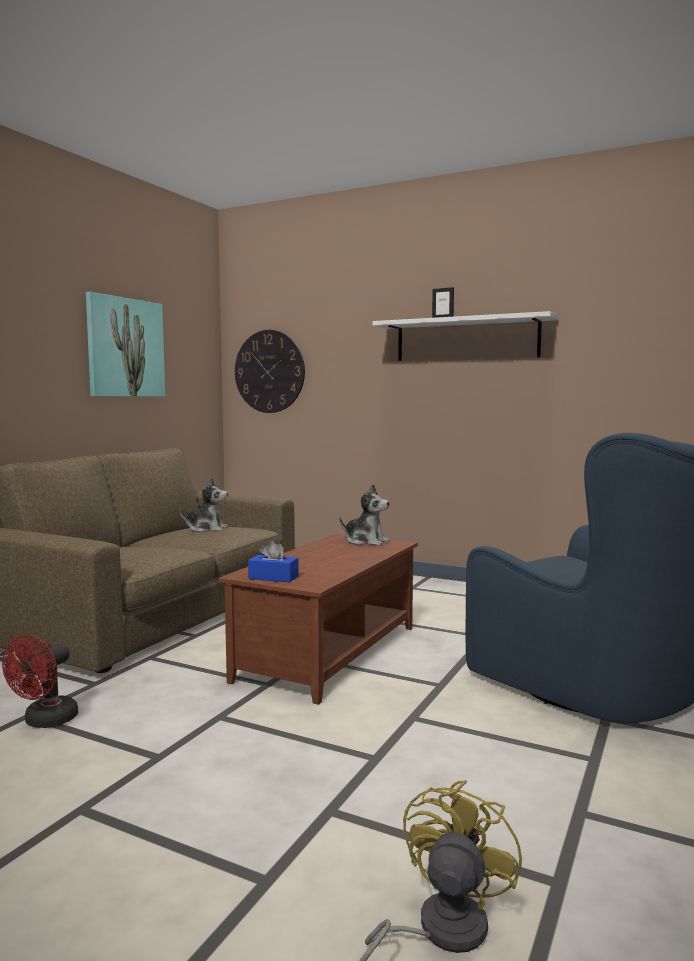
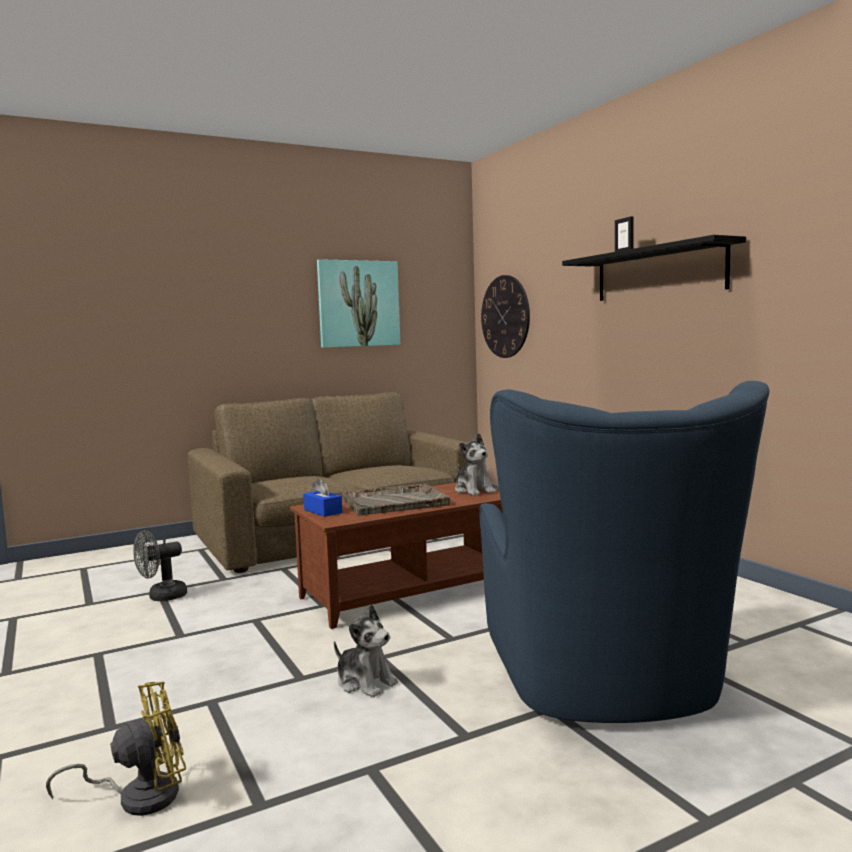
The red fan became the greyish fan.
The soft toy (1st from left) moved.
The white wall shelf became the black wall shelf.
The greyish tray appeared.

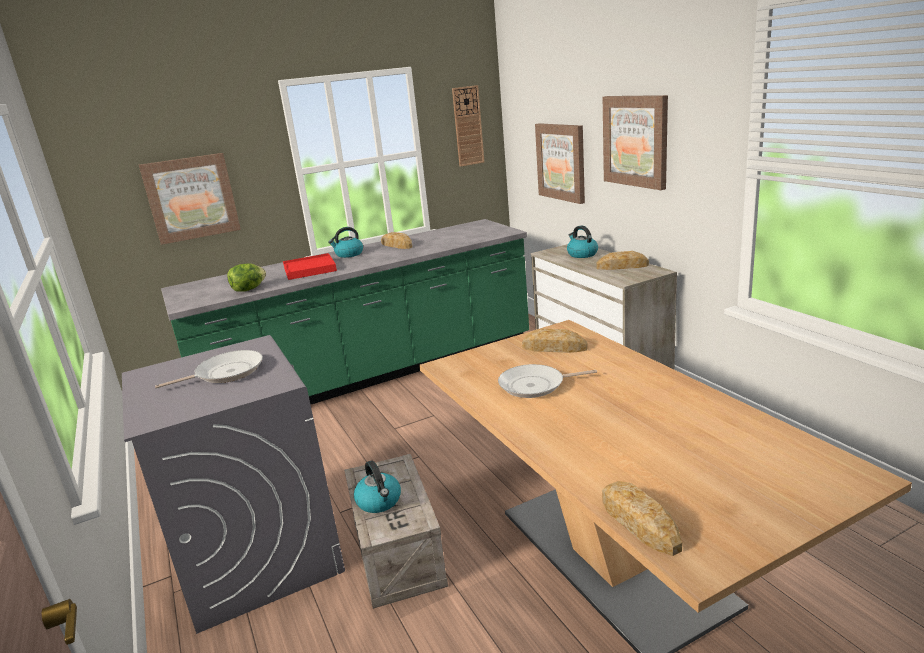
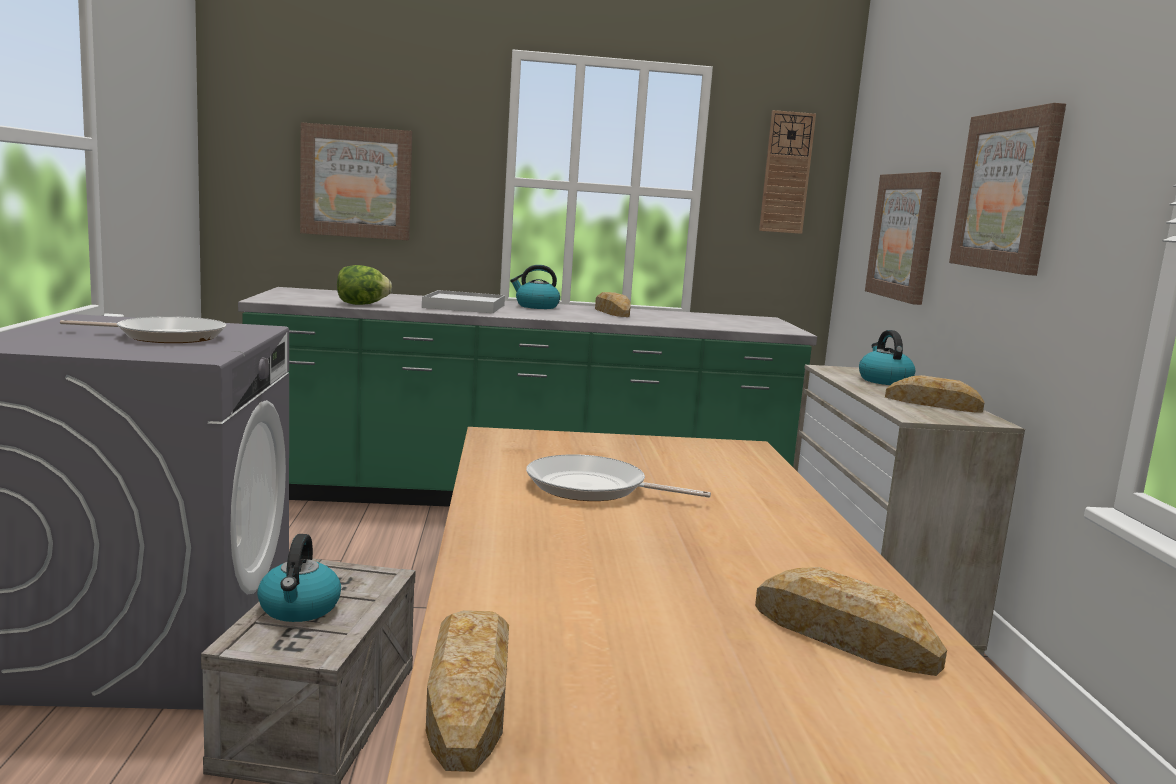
The red tray became the white tray.
The bread (2nd from left in the first image) moved.

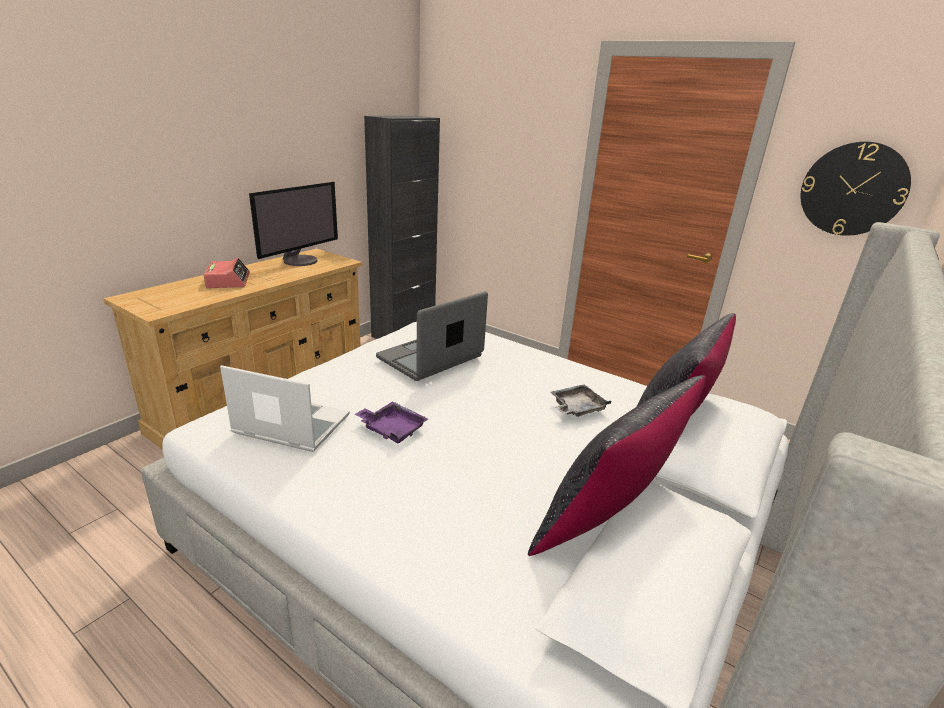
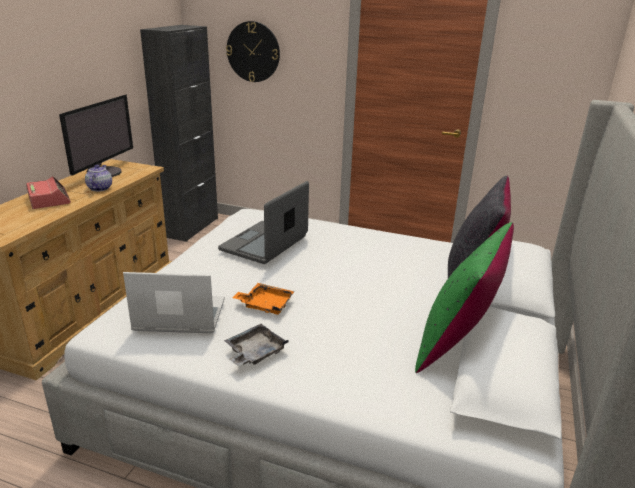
The purple tray became the orange tray.
The black throw pillow (1st from left) became the green-coloured throw pillow.
The greyish tray moved.
The hanging clock moved.
The pot for tea appeared.

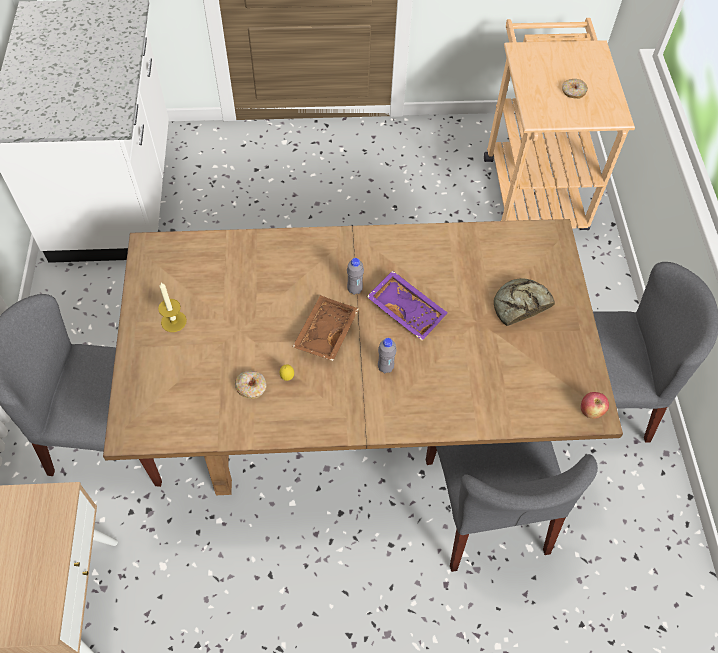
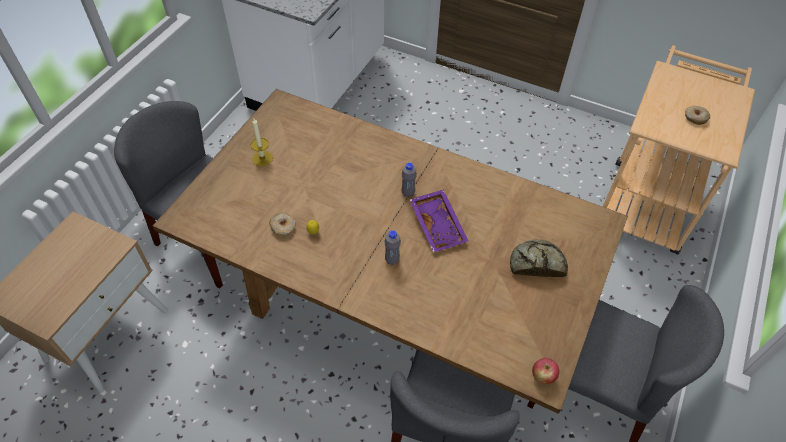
The brownish tray disappeared.

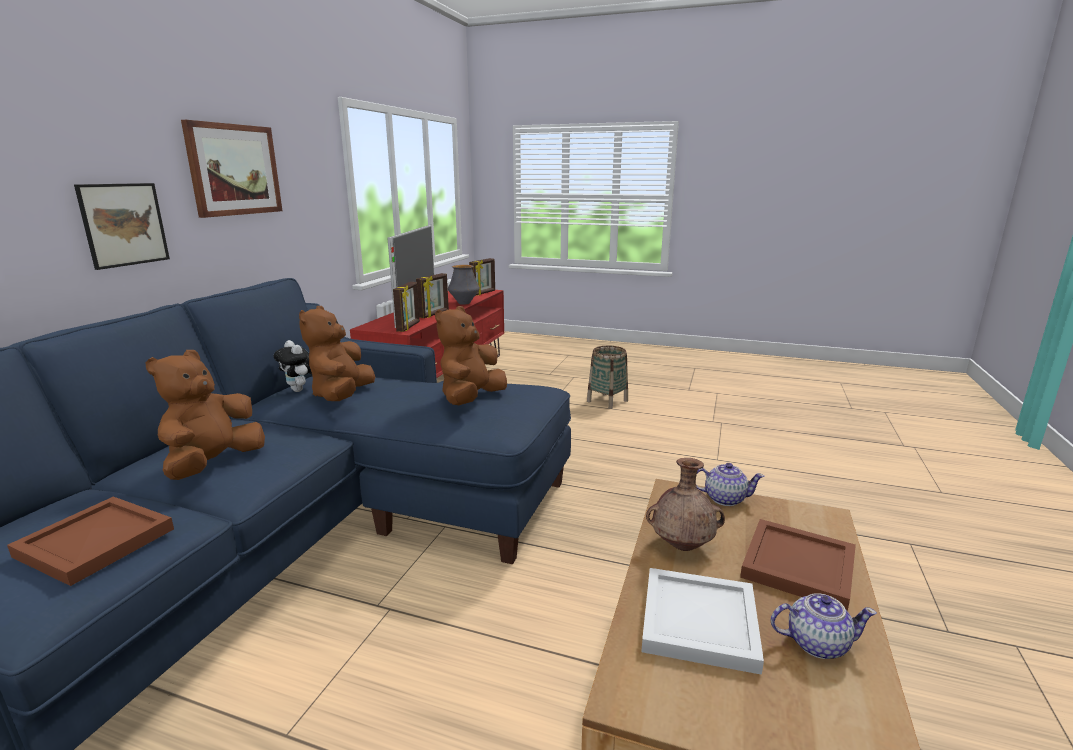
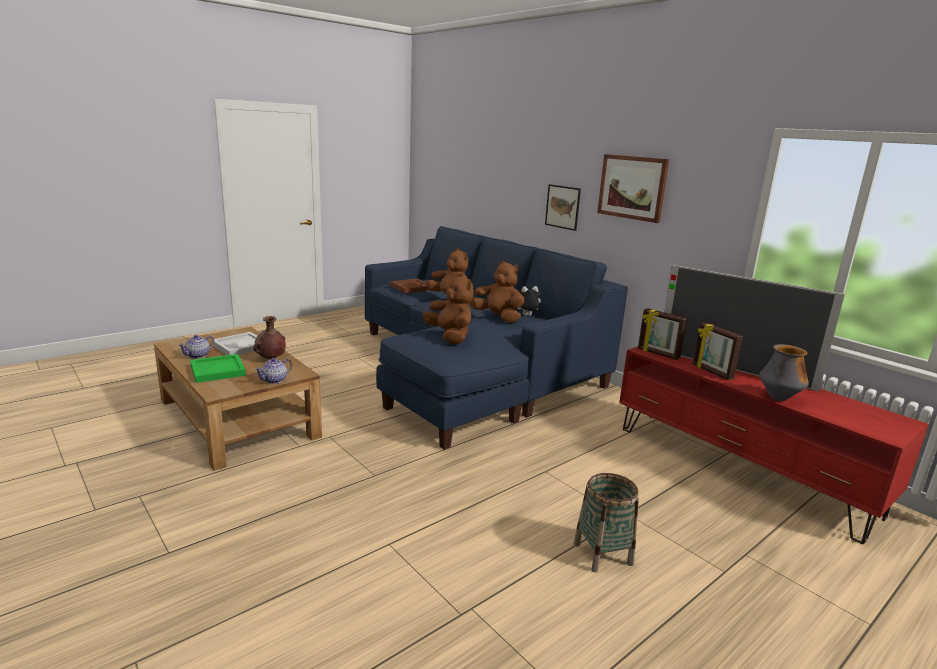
The photo frame (3rd from left) disappeared.
The brownish tray (2nd from left) became the green-coloured tray.

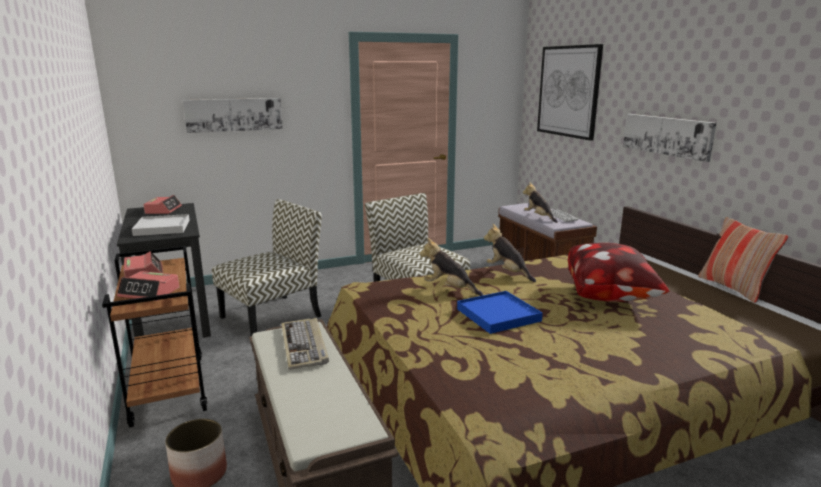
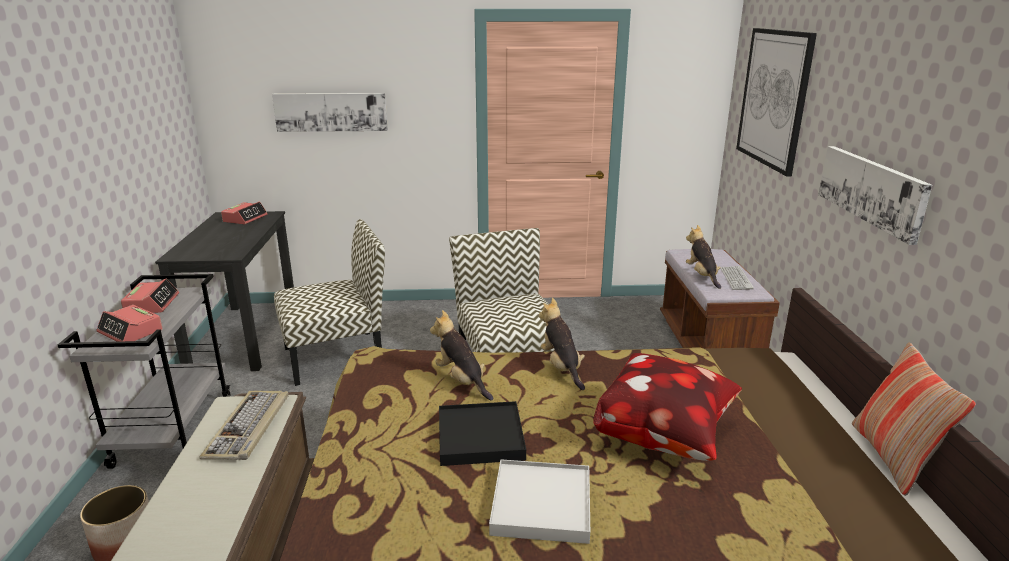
The brownish cart became the greyish cart.
The white tray moved.
The bluish tray became the black tray.

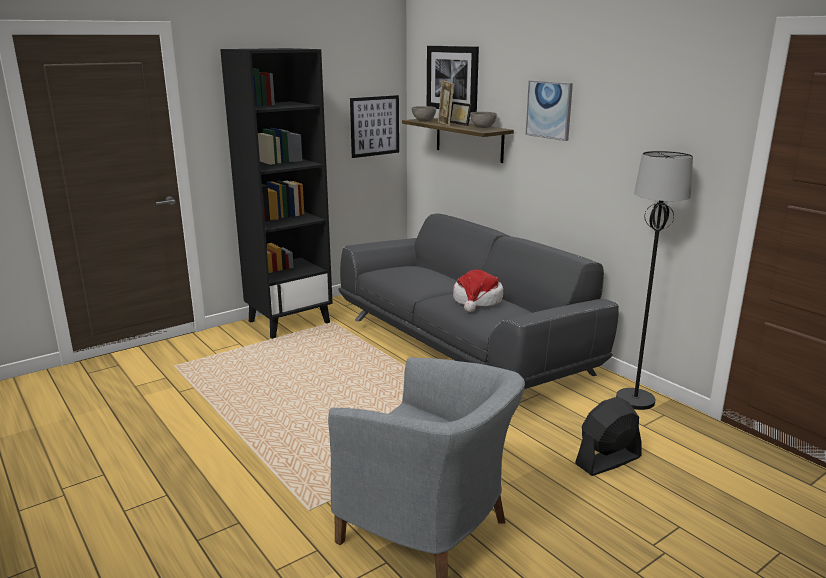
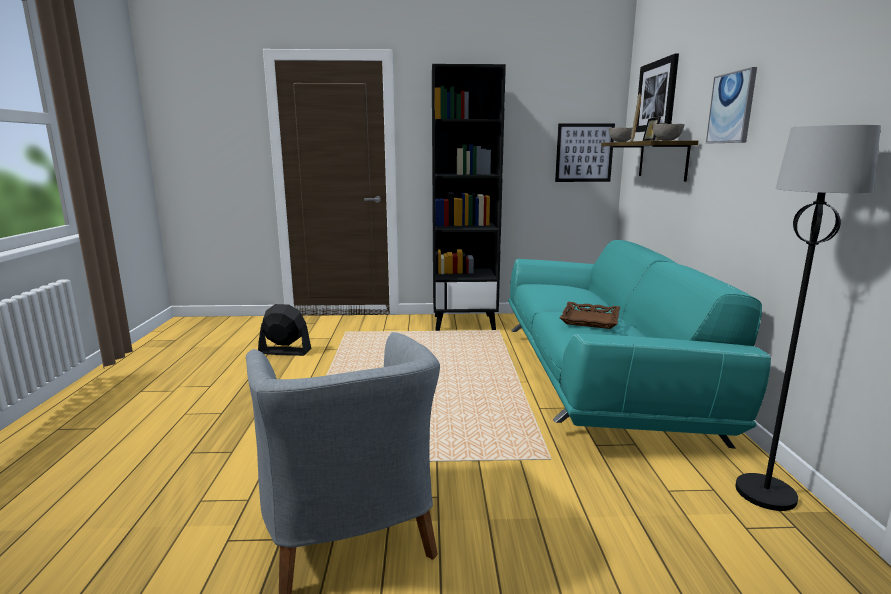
The greyish settee became the blue-green settee.
The clothing hat was replaced by the brownish tray.
The black fan moved.

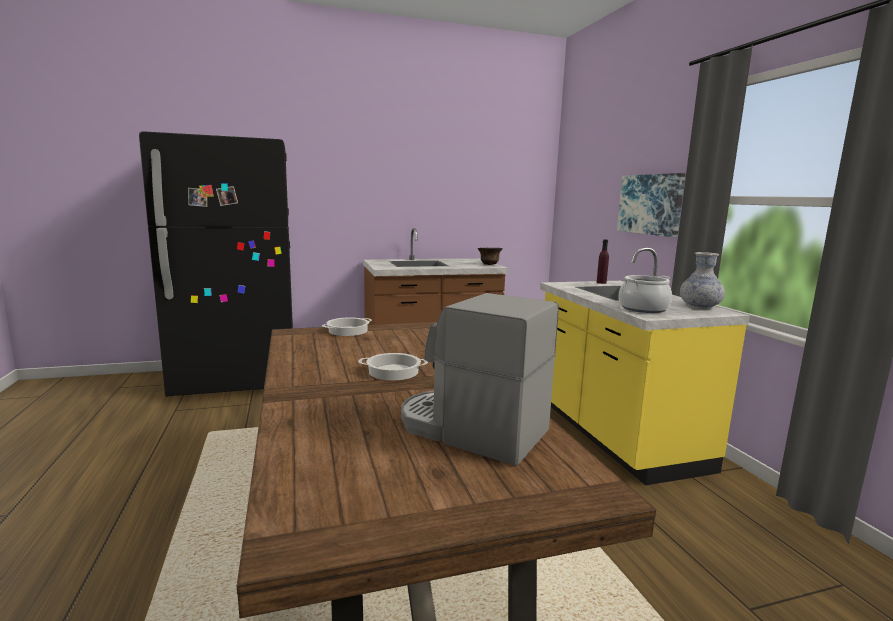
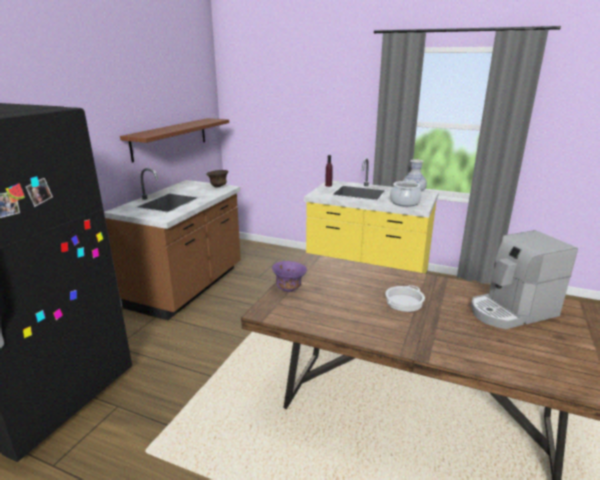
The saucepot (1st from left) was replaced by the purple bowl.
The picture disappeared.
The brownish wall shelf appeared.

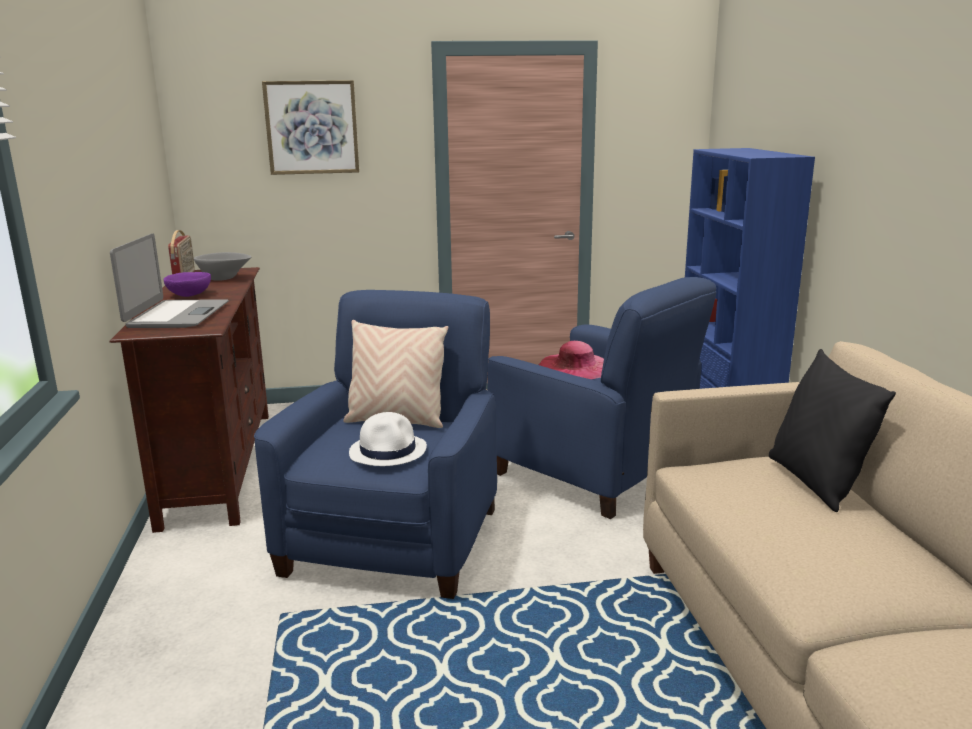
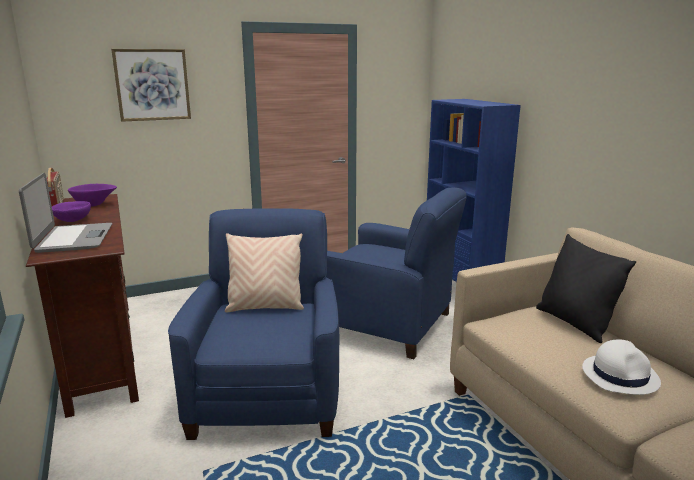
The greyish bowl became the purple bowl (2nd from left).
The white clothing hat moved.
The pinkish clothing hat disappeared.

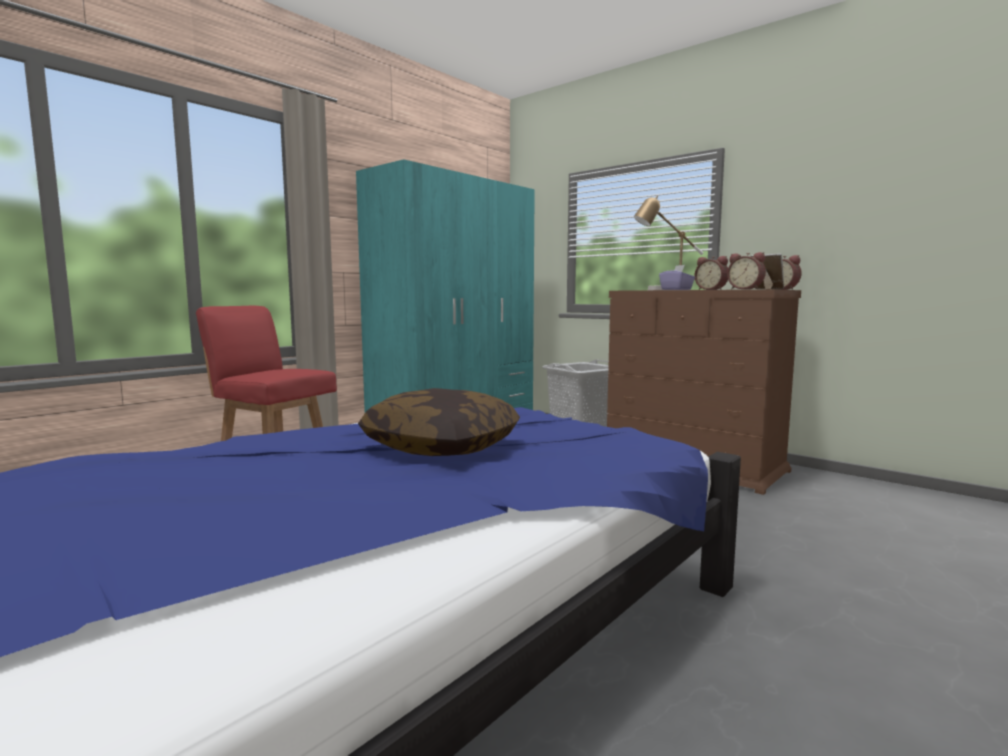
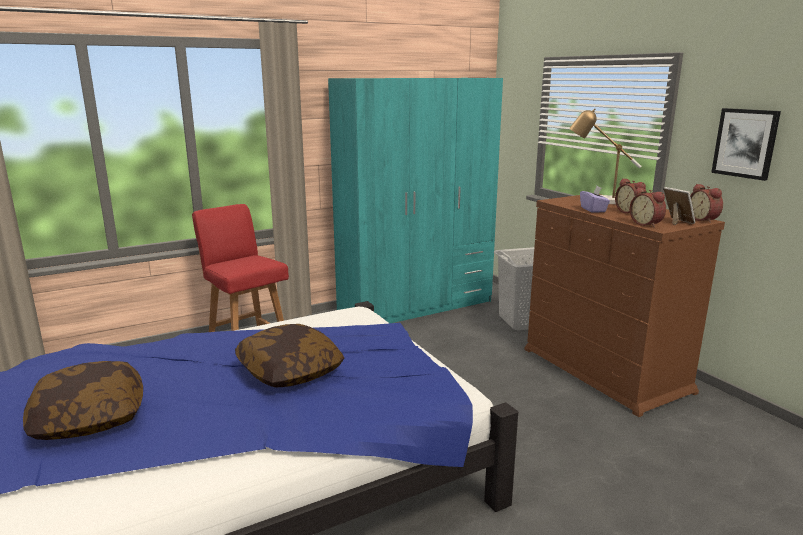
The throw pillow (1st from left) appeared.
The picture appeared.

